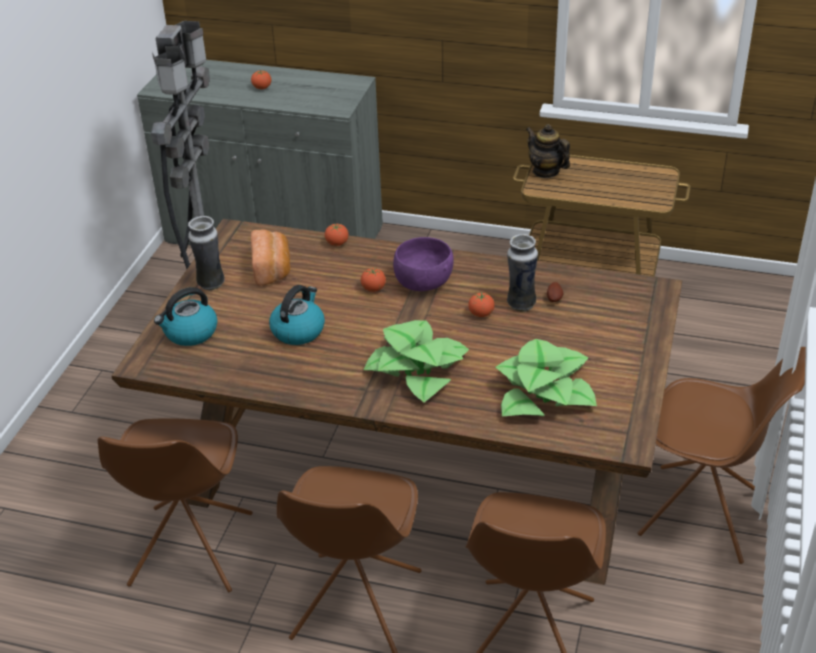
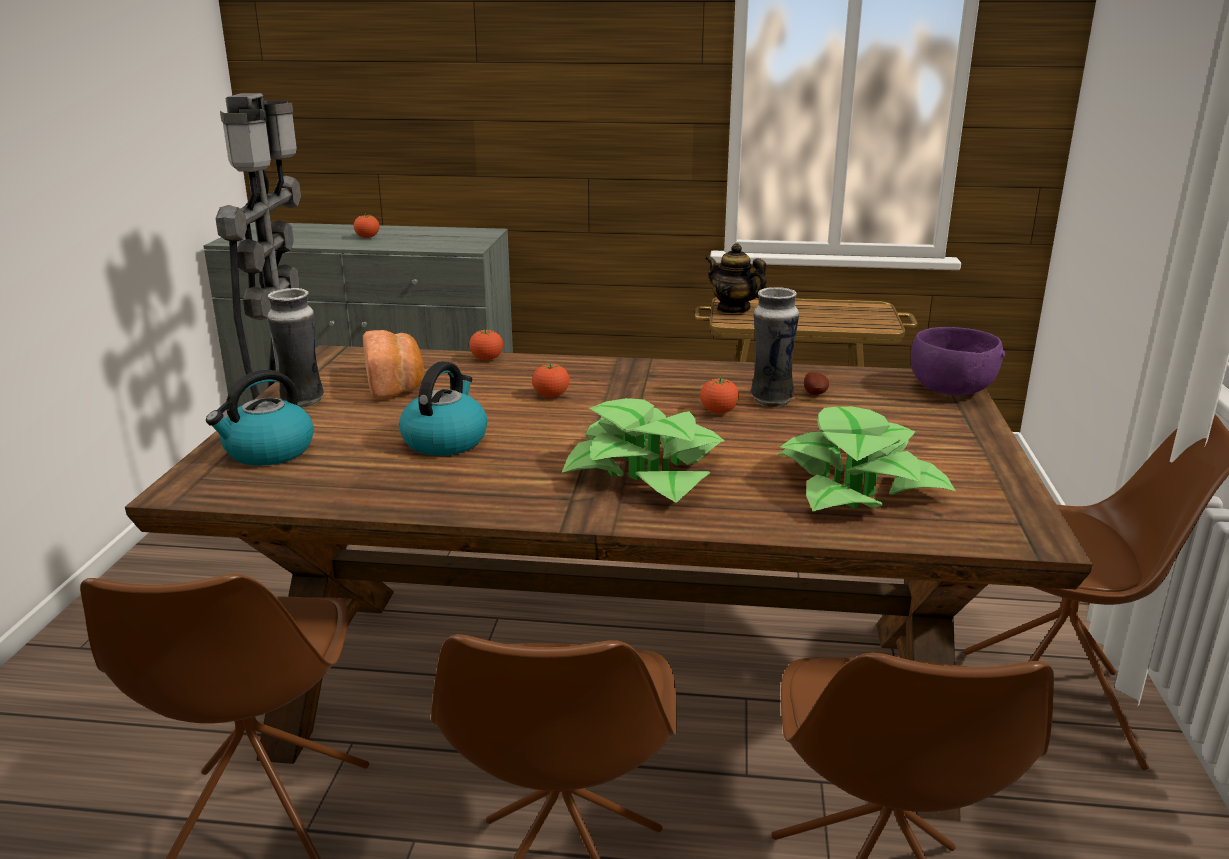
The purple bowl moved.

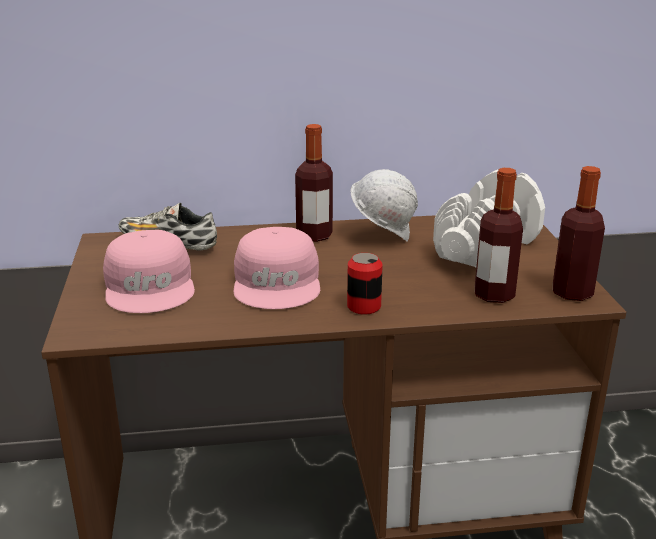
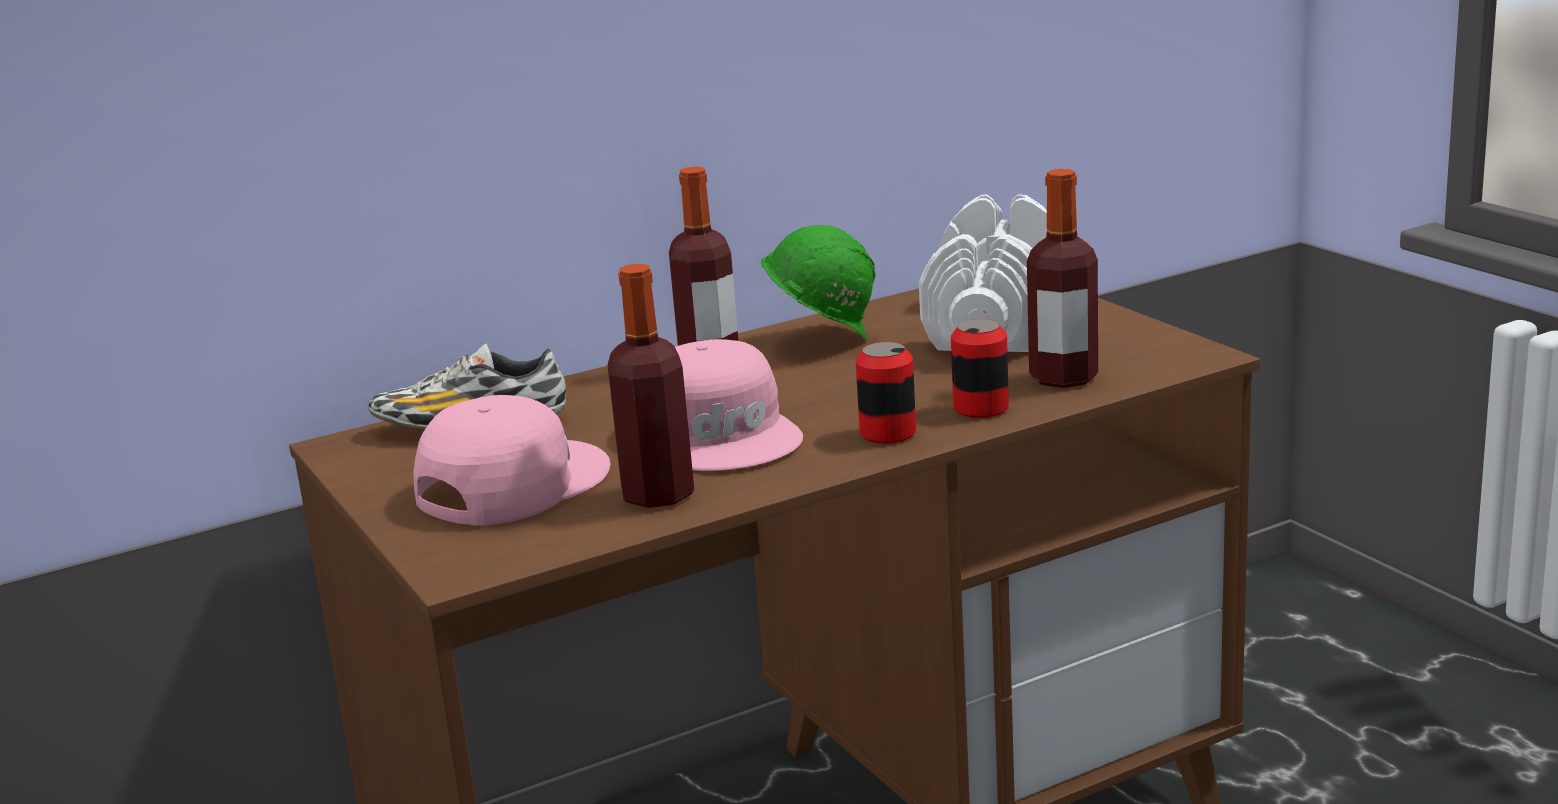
The pinkish cap (1st from left) turned 105 degrees counterclockwise.
The white safety helmet became the green-coloured safety helmet.
The drink bottle (3rd from left in the first image) moved.
The sealed can (2nd from left) appeared.

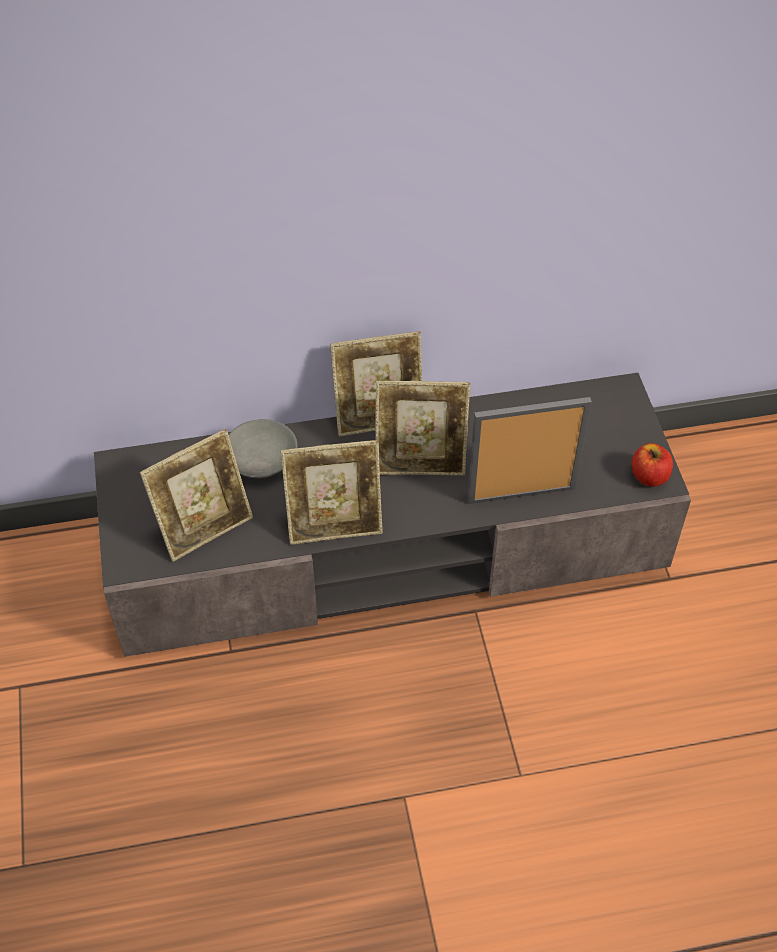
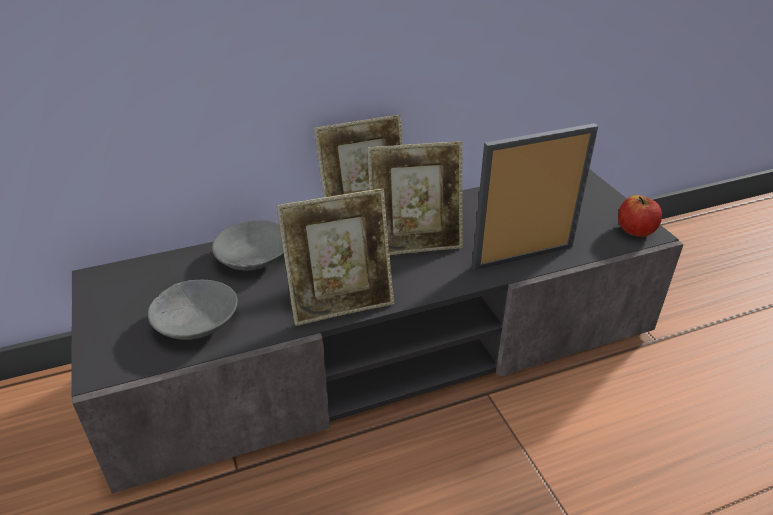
The photo frame (1st from left) was replaced by the greyish bowl (1st from left).

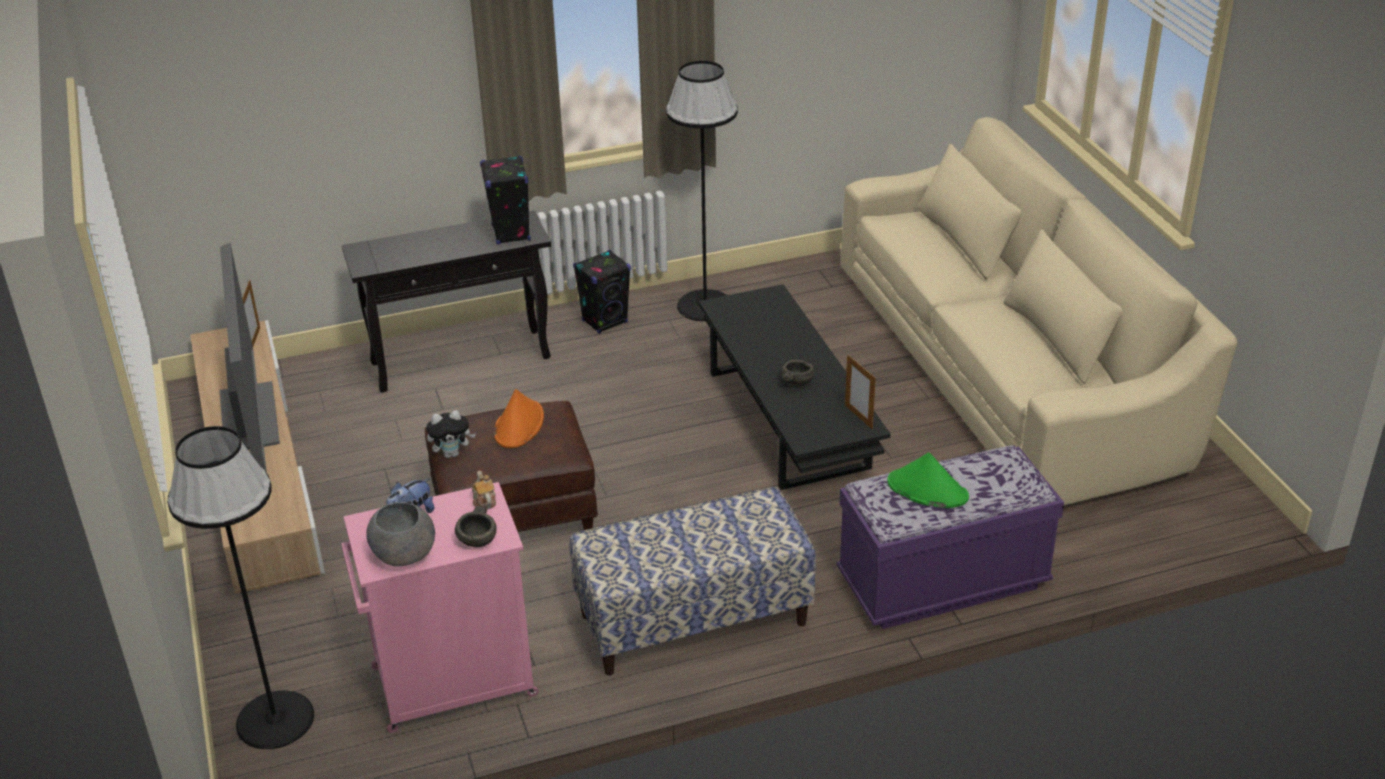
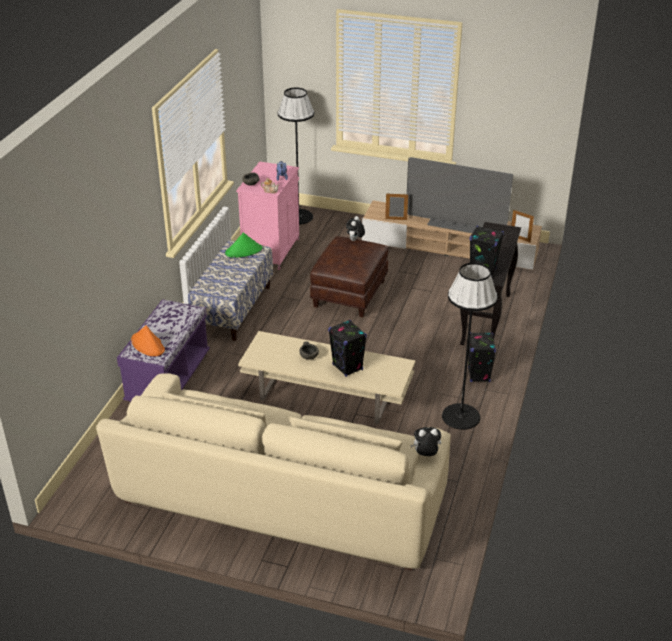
The greyish bowl (1st from left) disappeared.
The orange clothing hat moved.
The black coffee table became the beige coffee table.
The photo frame (2nd from left in the first image) moved.
The green-coloured clothing hat moved.
The black speaker (1st from left) appeared.
The soft toy (3rd from left) appeared.

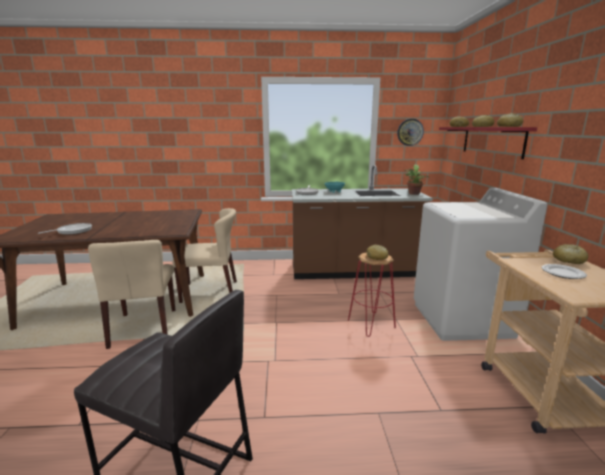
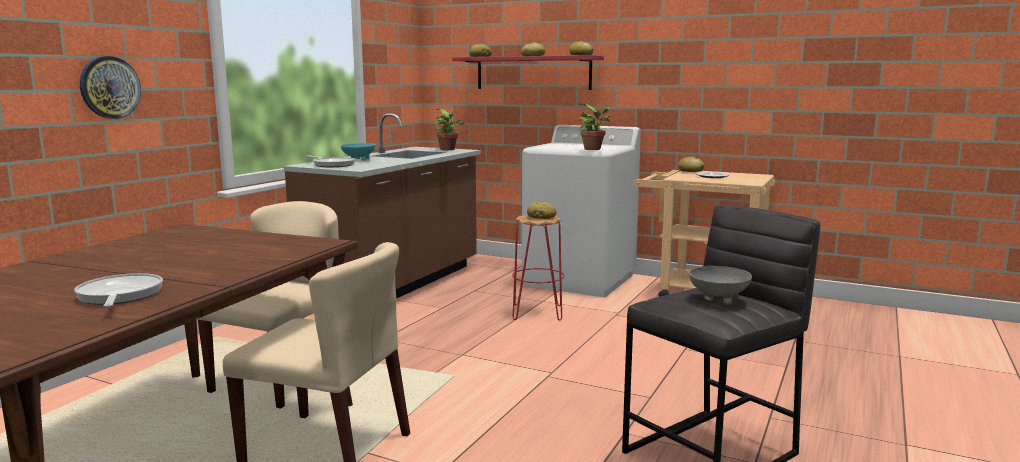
The hanging clock moved.
The houseplant (2nd from left) appeared.
The greyish bowl appeared.

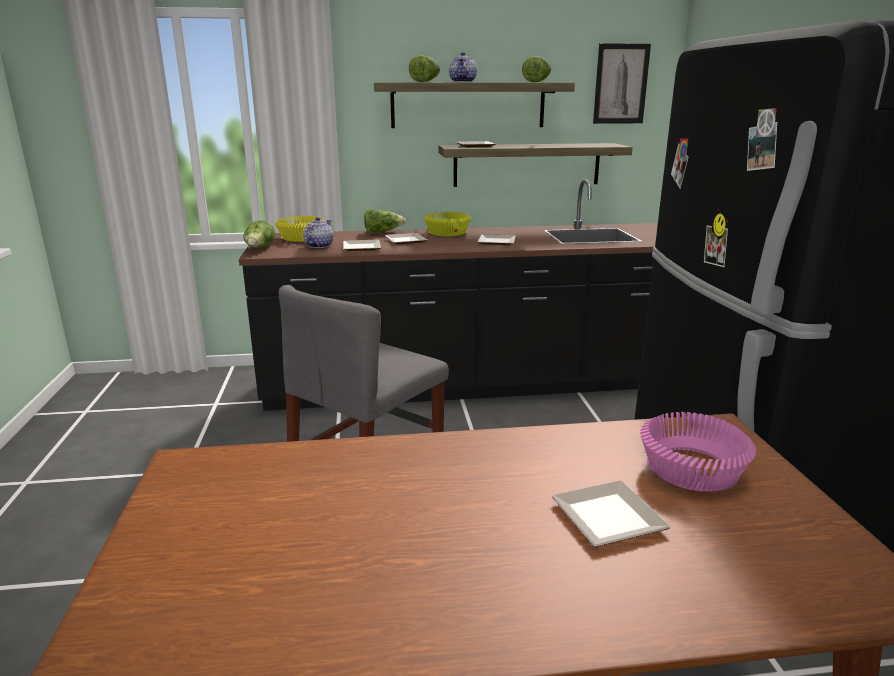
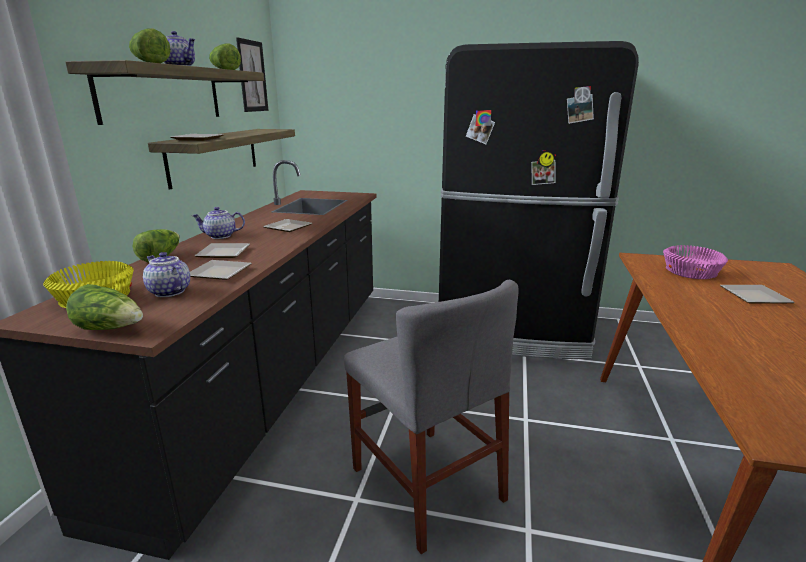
The yellow-coloured bowl (2nd from left) was replaced by the pot for tea (3rd from left).

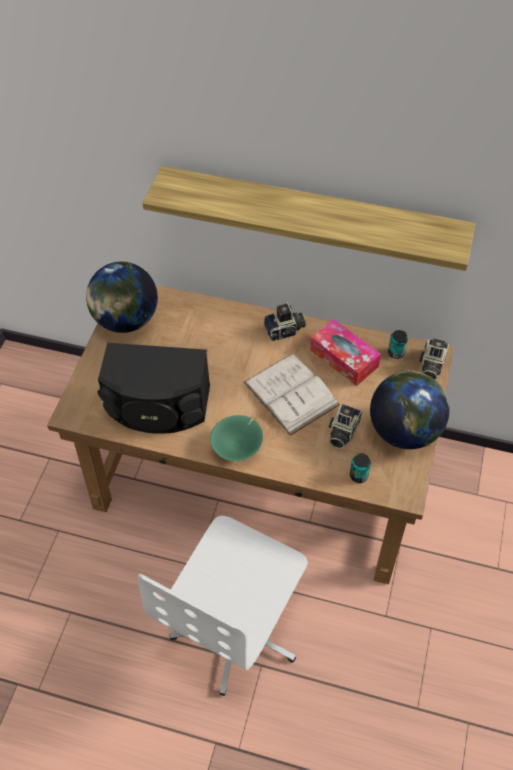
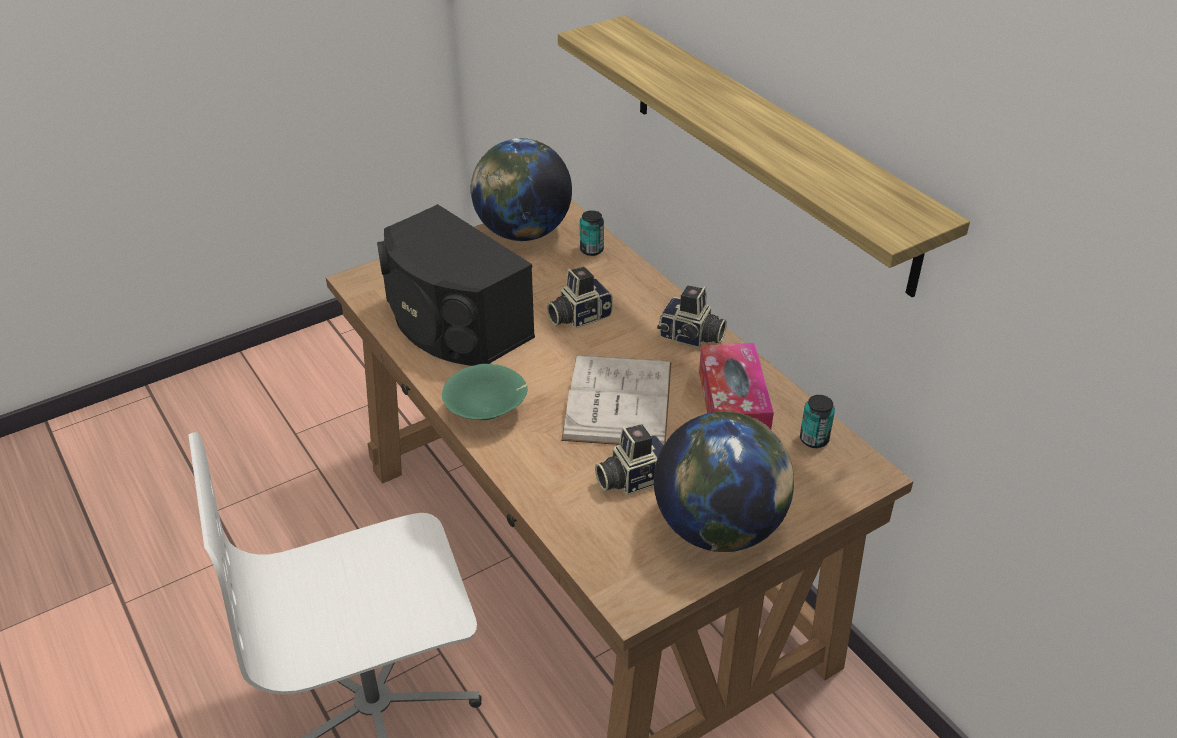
The sealed can (1st from left) moved.
The photo camera (3rd from left in the first image) moved.

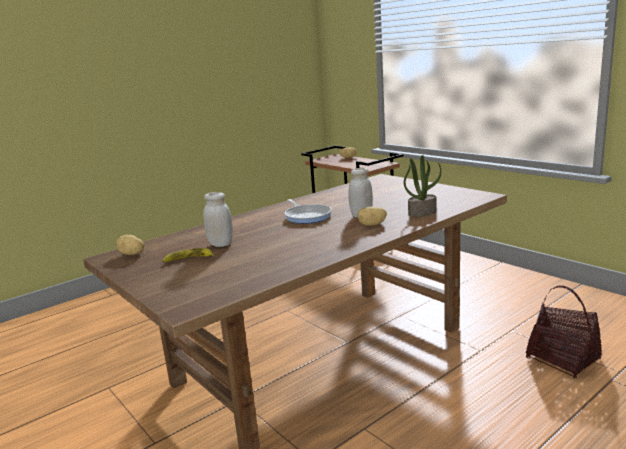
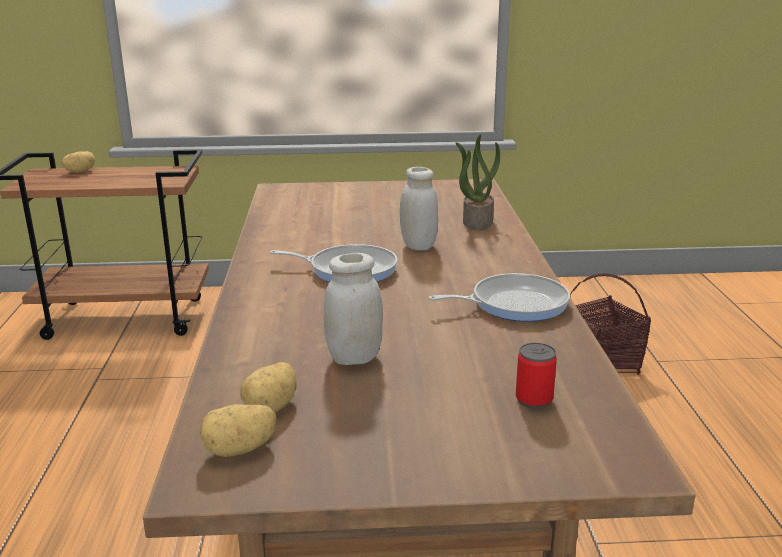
The whole banana disappeared.
The potato (3rd from left) moved.
The pan (2nd from left) appeared.
The sealed can appeared.

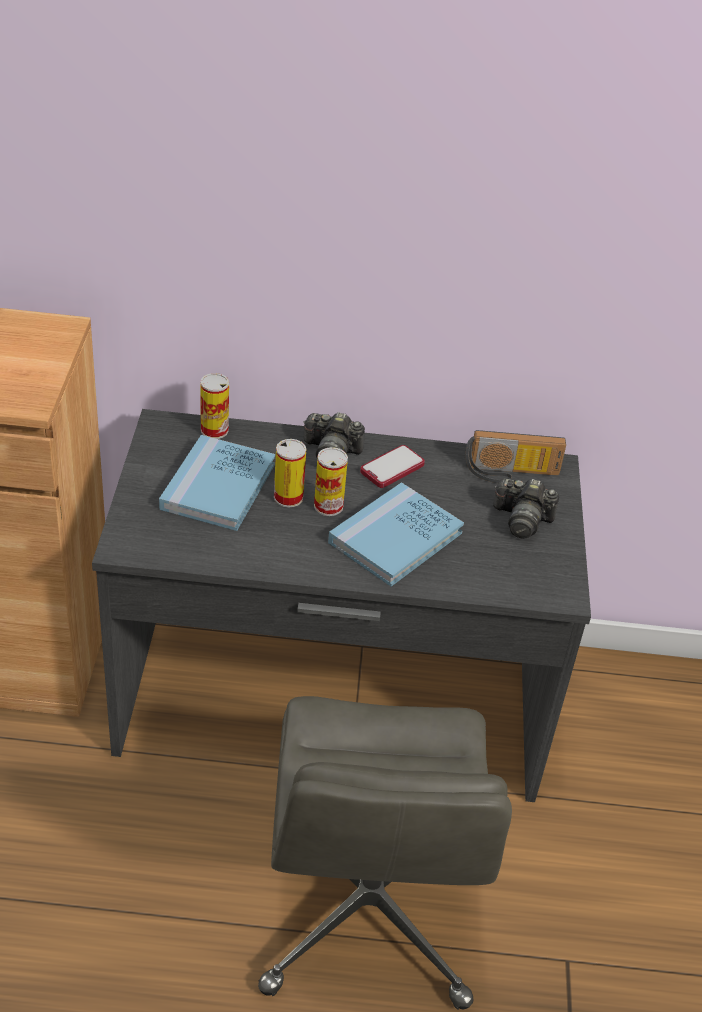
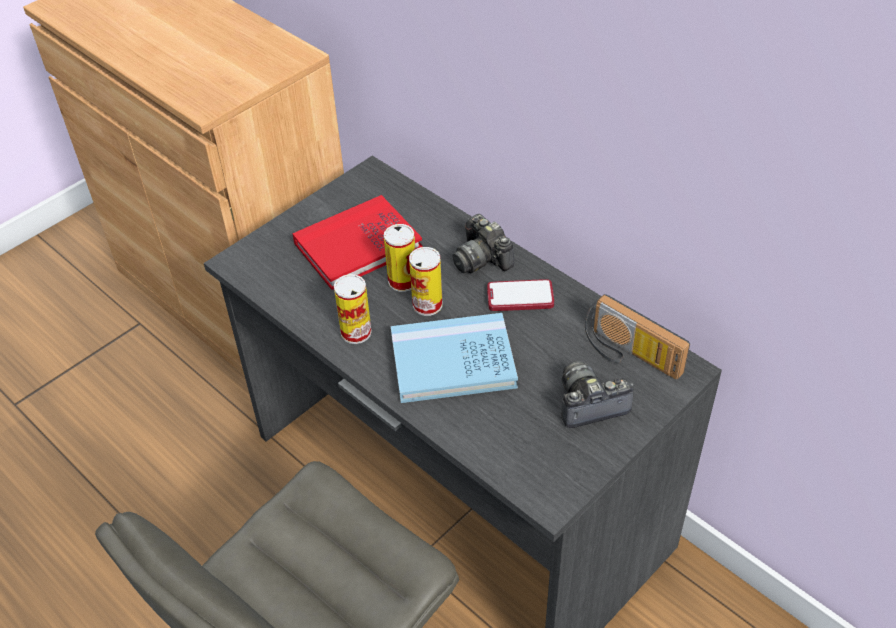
The bluish volume (1st from left) became the red volume.
The sealed can (1st from left) moved.
The photo camera (2nd from left) turned 105 degrees clockwise.

